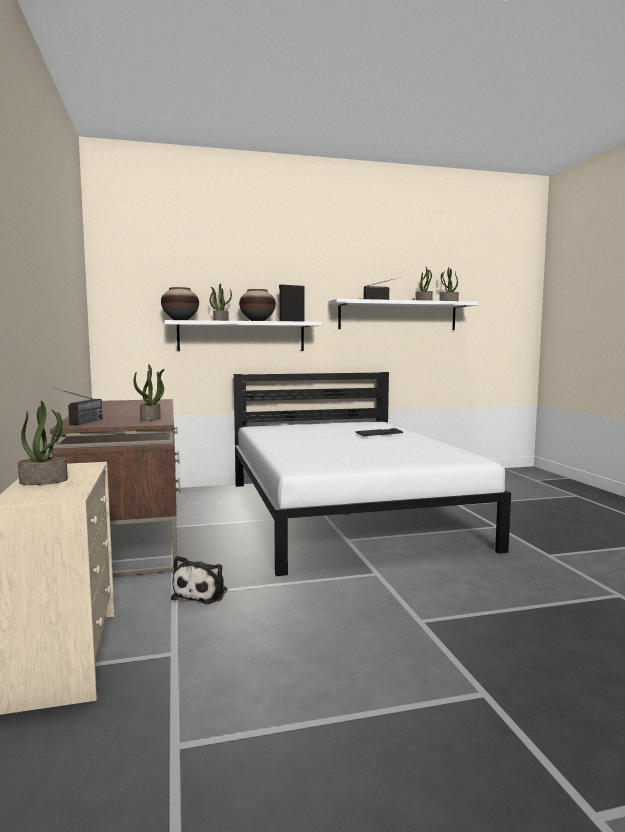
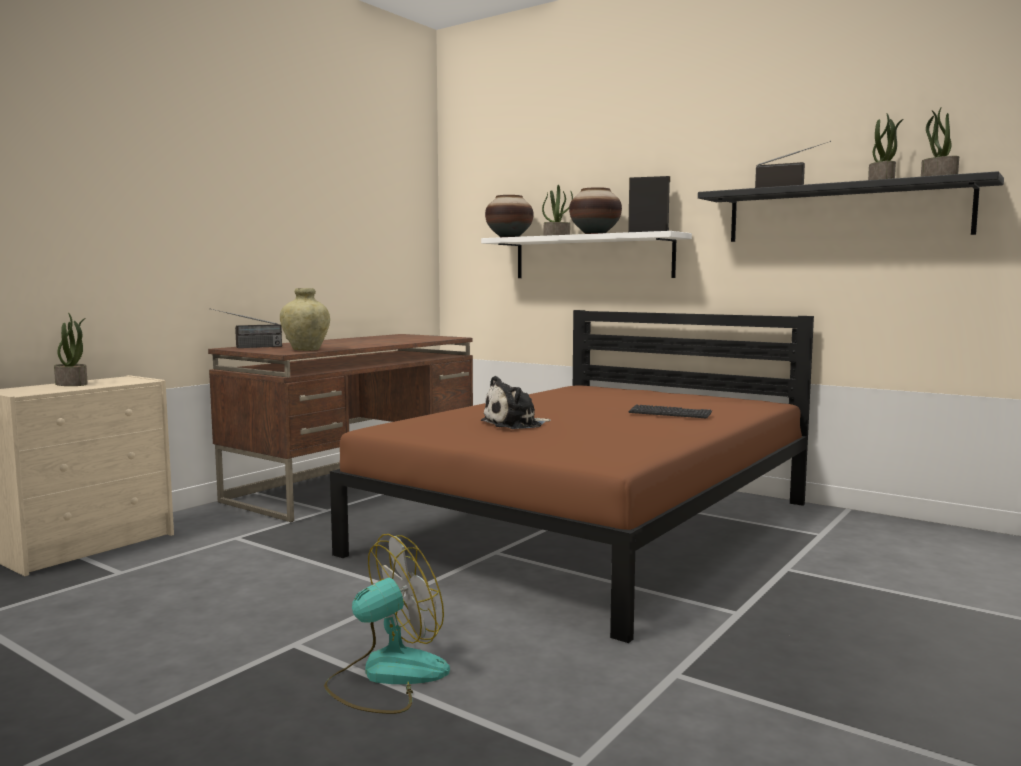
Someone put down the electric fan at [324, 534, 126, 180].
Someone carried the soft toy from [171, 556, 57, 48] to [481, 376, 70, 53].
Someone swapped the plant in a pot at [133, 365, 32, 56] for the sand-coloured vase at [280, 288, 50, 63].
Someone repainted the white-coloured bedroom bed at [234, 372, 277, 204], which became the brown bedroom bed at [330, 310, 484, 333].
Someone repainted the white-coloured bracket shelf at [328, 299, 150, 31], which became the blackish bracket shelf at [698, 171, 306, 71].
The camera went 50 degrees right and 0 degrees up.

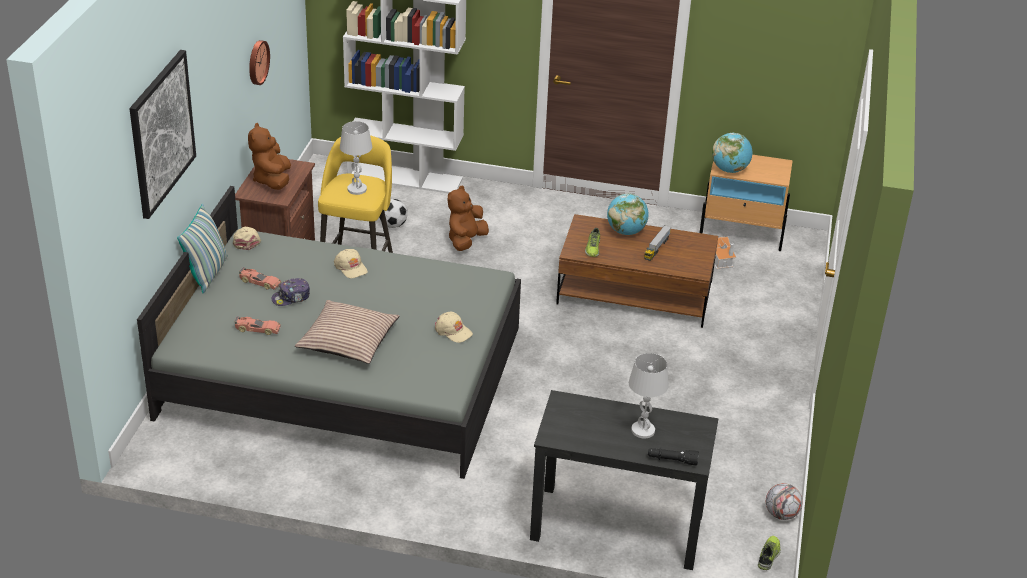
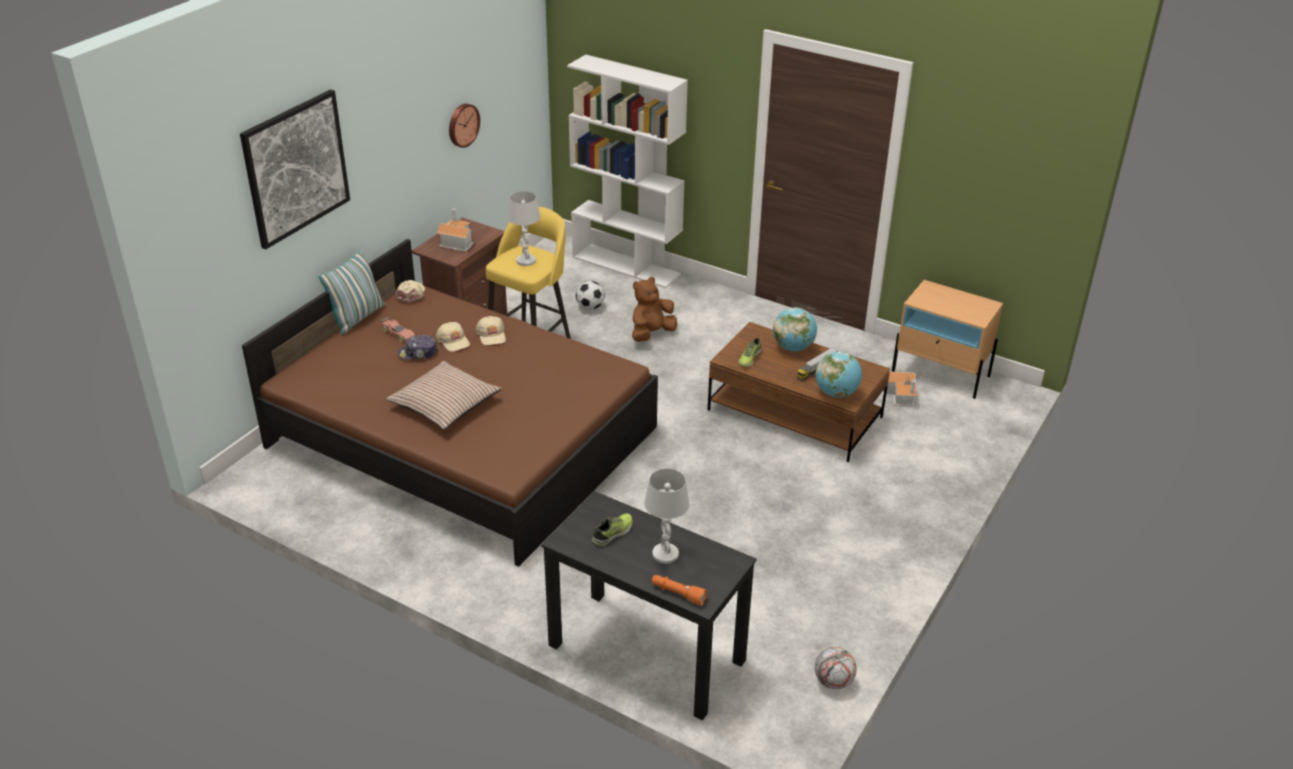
Someone took away the miniature car at [234, 316, 47, 19].
Someone carried the sand-coloured cap from [435, 311, 38, 32] to [436, 322, 34, 30].
Someone carried the desk globe from [712, 133, 41, 40] to [815, 352, 47, 46].
Someone carried the low shoe from [758, 536, 23, 34] to [592, 513, 41, 33].
Someone swapped the brown soft toy at [248, 123, 43, 67] for the toy house at [436, 208, 38, 44].
Someone repainted the grey bedroom bed at [137, 186, 384, 293], which became the brown bedroom bed at [242, 239, 416, 328].
Someone repainted the blackish flashlight at [648, 447, 51, 19], which became the orange flashlight at [652, 575, 55, 31].
The camera went 20 degrees right and 0 degrees up.

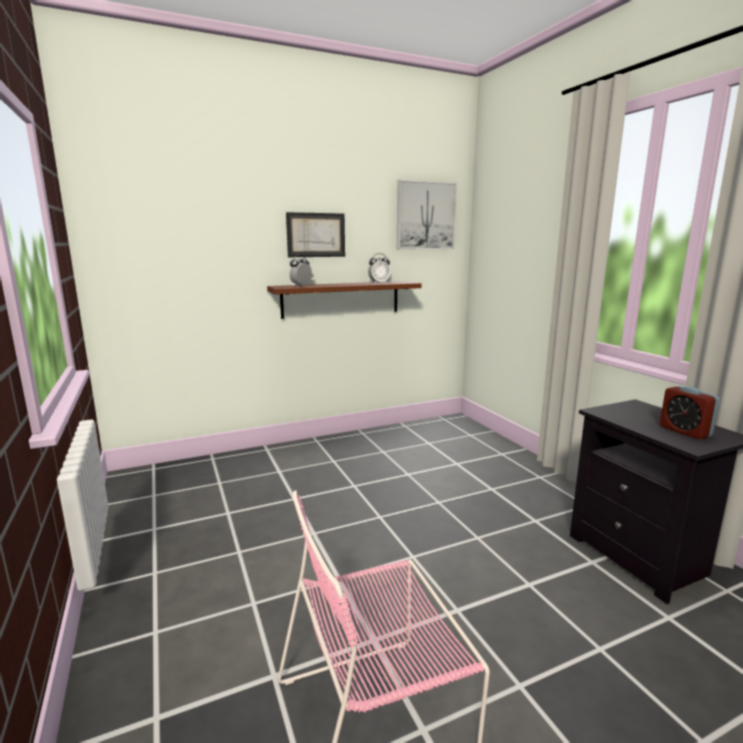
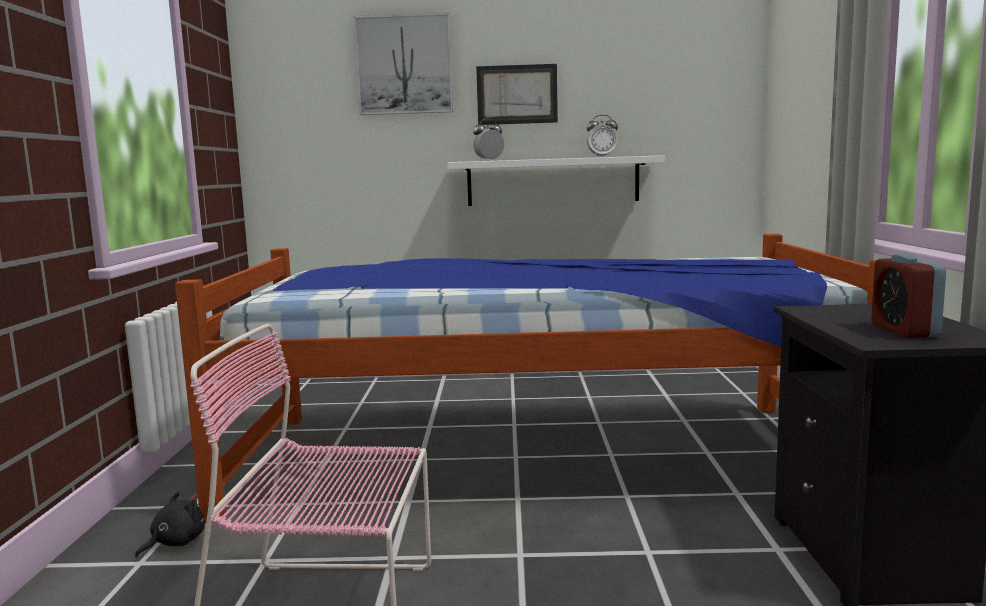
Someone put down the blackish soft toy at [135, 492, 70, 66].
Someone put down the bedroom bed at [175, 234, 701, 289].
Someone carried the wall art from [397, 180, 60, 70] to [353, 13, 100, 102].
Someone repainted the brown bracket shelf at [267, 281, 155, 38], which became the white-coloured bracket shelf at [447, 155, 218, 51].
The camera went 25 degrees right and 5 degrees down.

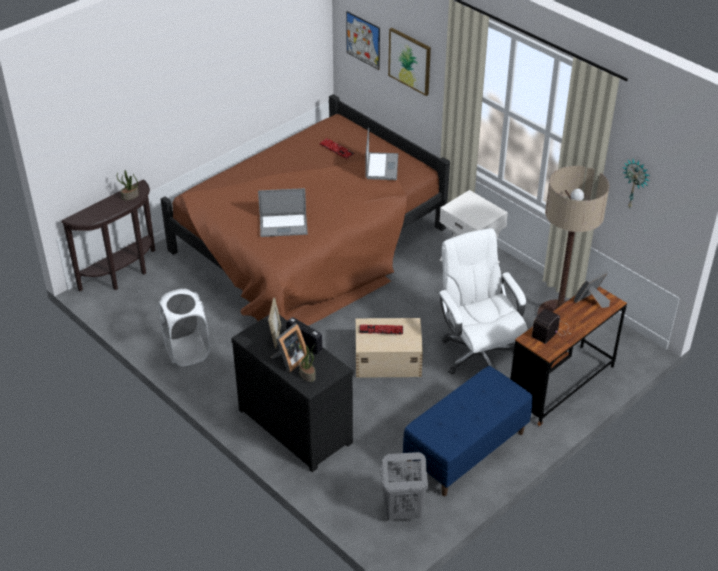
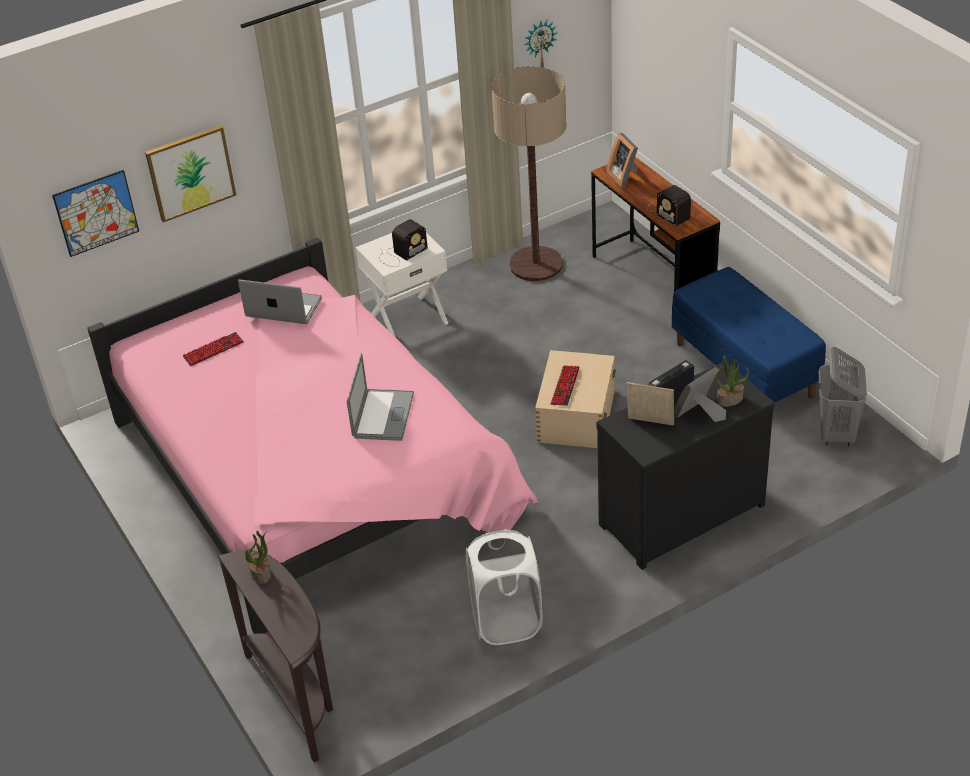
Someone took away the white-coloured office chair at [437, 228, 91, 147].
Someone put down the radio set at [379, 219, 49, 48].
Someone repainted the brown bedroom bed at [160, 94, 290, 232], which became the pink bedroom bed at [87, 237, 451, 397].
Someone rotated the photo frame at [271, 323, 36, 49] by 90 degrees counterclockwise.
The camera went 75 degrees left and 0 degrees up.

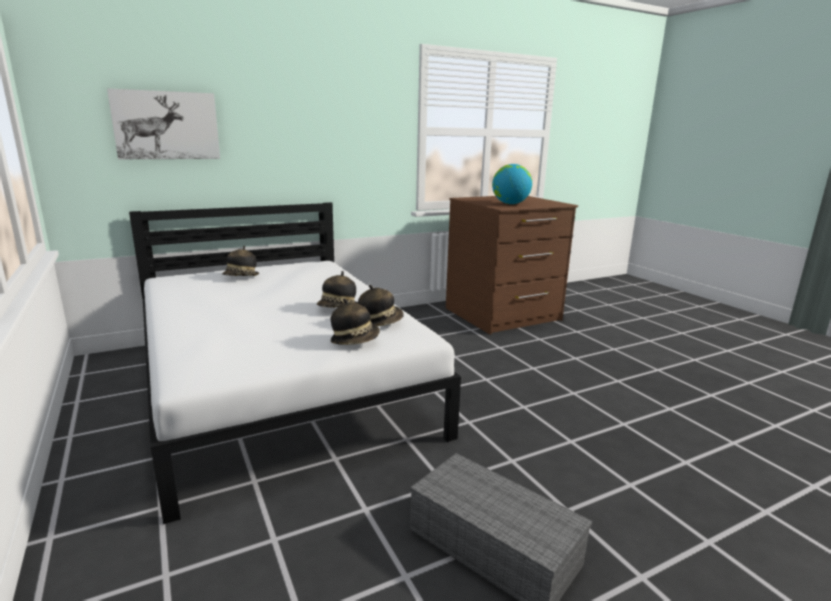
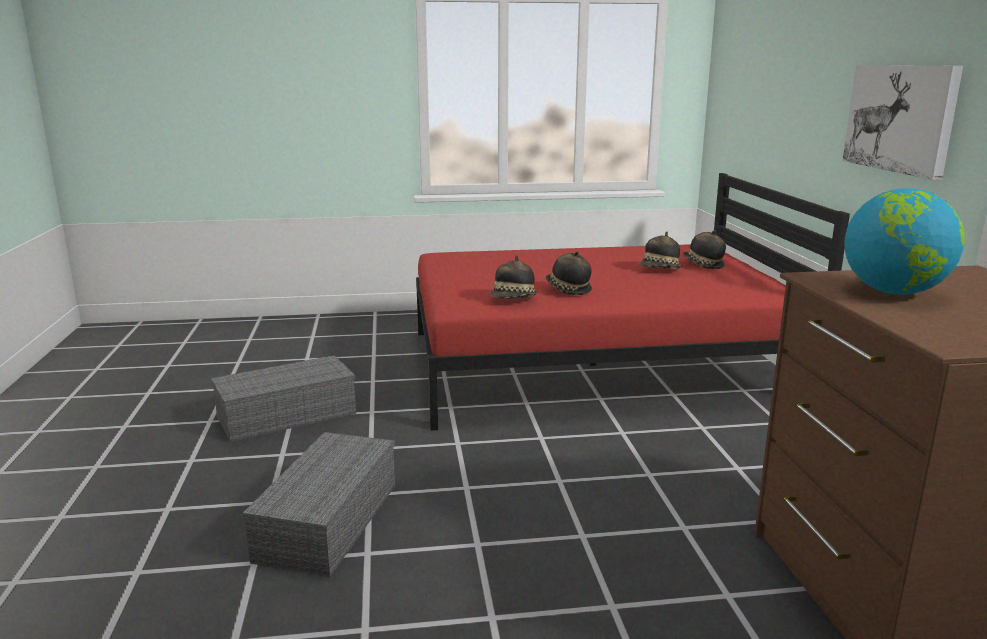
Someone put down the grey storage bin at [243, 432, 152, 145].
Someone carried the wall art from [107, 88, 113, 71] to [842, 65, 121, 115].
Someone carried the wearable hat from [331, 298, 49, 47] to [639, 231, 43, 38].
Someone repainted the white-coloured bedroom bed at [129, 202, 332, 322], which became the red bedroom bed at [416, 173, 434, 258].
The camera went 110 degrees right and 0 degrees up.

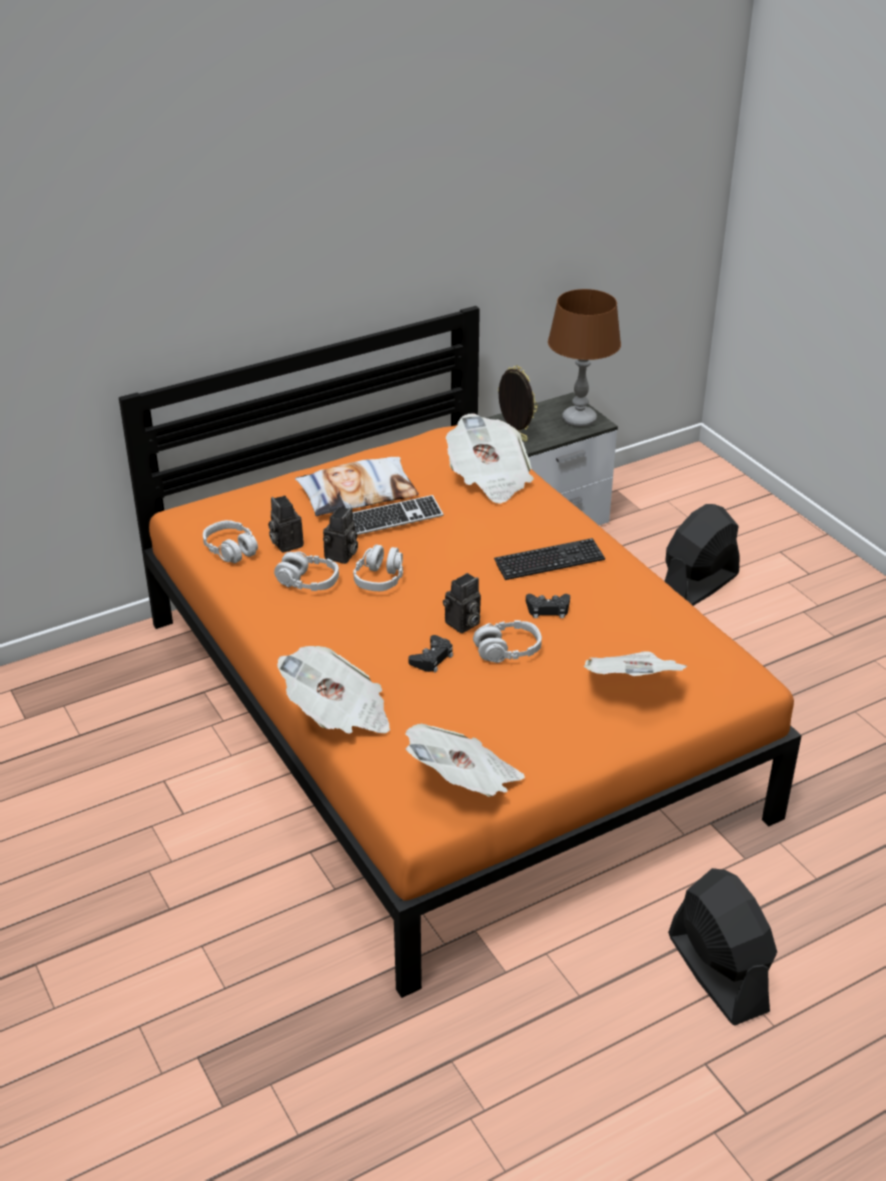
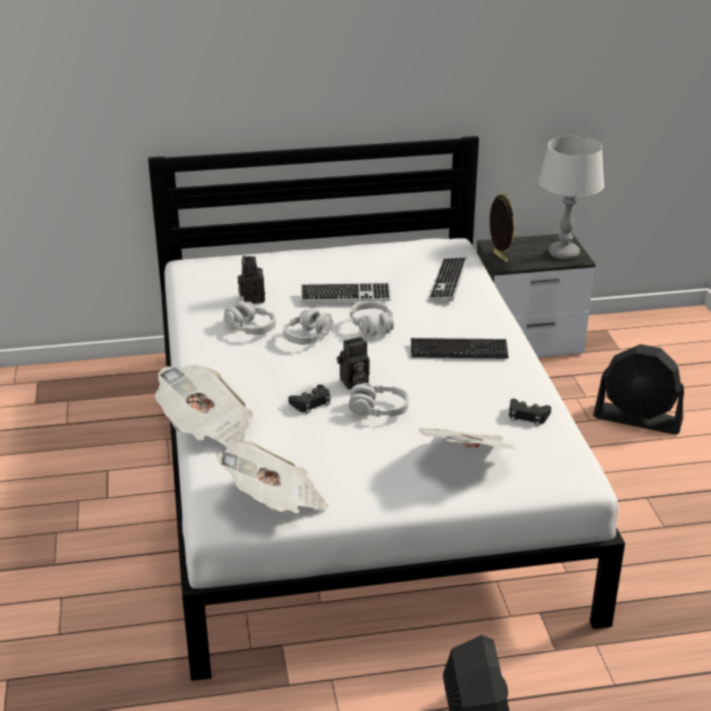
Someone took away the throw pillow at [295, 457, 124, 59].
Someone took away the still camera at [323, 507, 35, 57].
Someone carried the grey headset from [203, 520, 55, 43] to [350, 301, 44, 36].
Someone carried the blackish gamepad from [526, 594, 44, 24] to [509, 399, 42, 27].
Someone swapped the printed paper at [446, 413, 88, 91] for the computer keyboard at [428, 258, 40, 43].
Someone repainted the orange bedroom bed at [119, 306, 683, 692], which became the white-coloured bedroom bed at [148, 136, 477, 545].
Someone repainted the brown lamp for a table at [548, 289, 73, 138], which became the grey lamp for a table at [538, 136, 66, 124].
Someone rotated the blackish electric fan at [665, 504, 75, 102] by 135 degrees counterclockwise.
The camera went 20 degrees right and 5 degrees down.

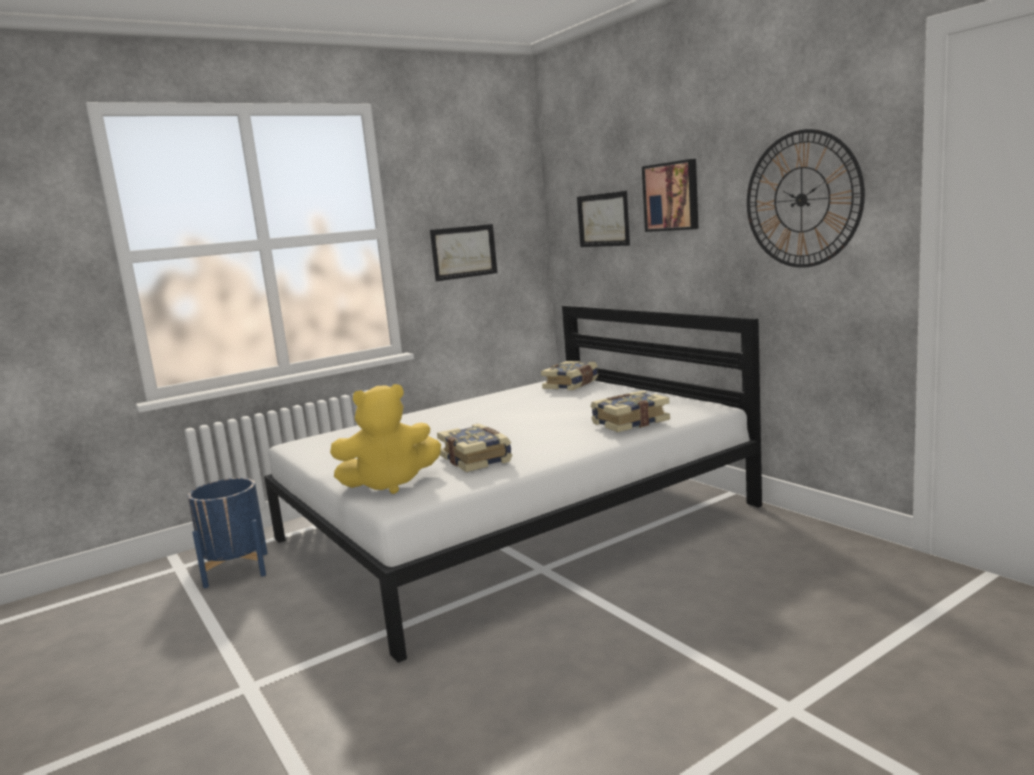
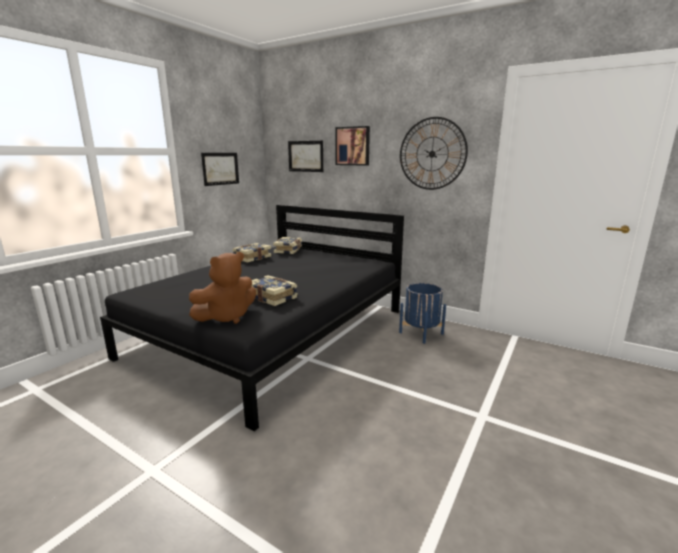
Someone carried the blue-coloured flower pot from [188, 478, 80, 110] to [399, 283, 47, 61].
Someone carried the volume from [591, 391, 79, 41] to [232, 243, 40, 20].
Someone repainted the white-coloured bedroom bed at [264, 305, 498, 358], which became the blackish bedroom bed at [100, 205, 304, 226].
Someone repainted the yellowish soft toy at [330, 384, 111, 110], which became the brown soft toy at [189, 252, 67, 72].
The camera went 25 degrees left and 5 degrees up.

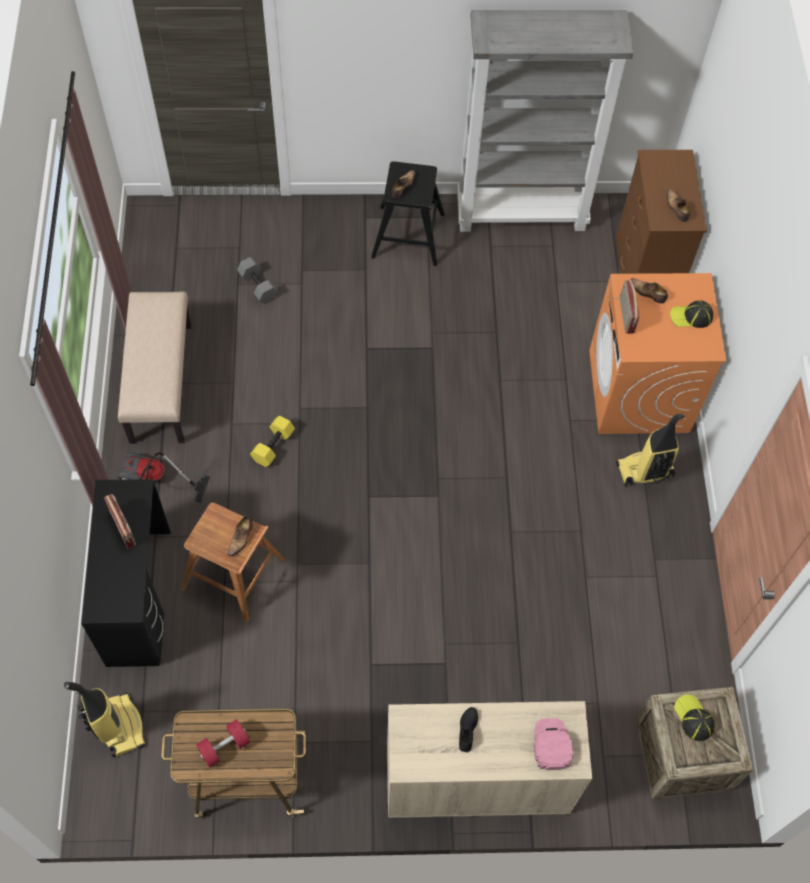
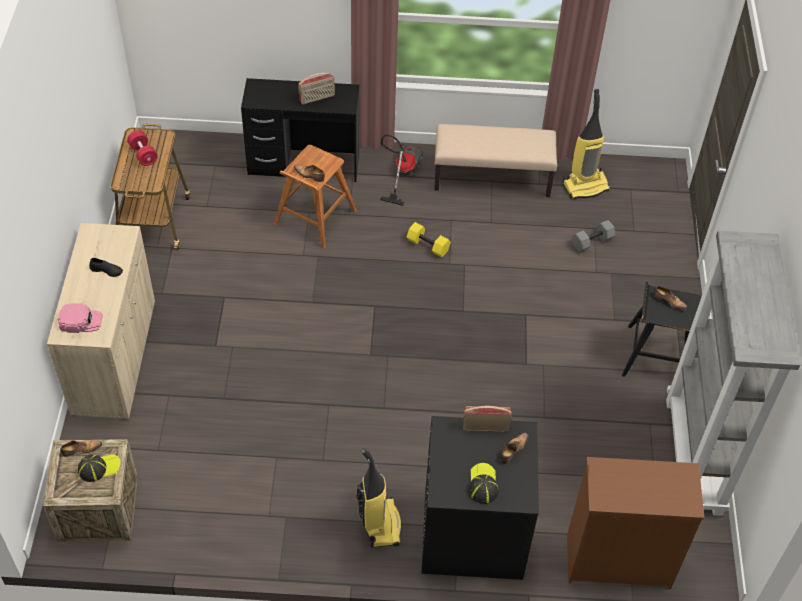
Someone carried the vacuum from [64, 682, 82, 76] to [563, 89, 47, 110].
Someone carried the low shoe from [667, 189, 23, 33] to [60, 440, 42, 17].
Someone repainted the orange washing machine at [589, 273, 137, 161], which became the blackish washing machine at [421, 416, 118, 164].
The camera went 95 degrees right and 10 degrees down.

